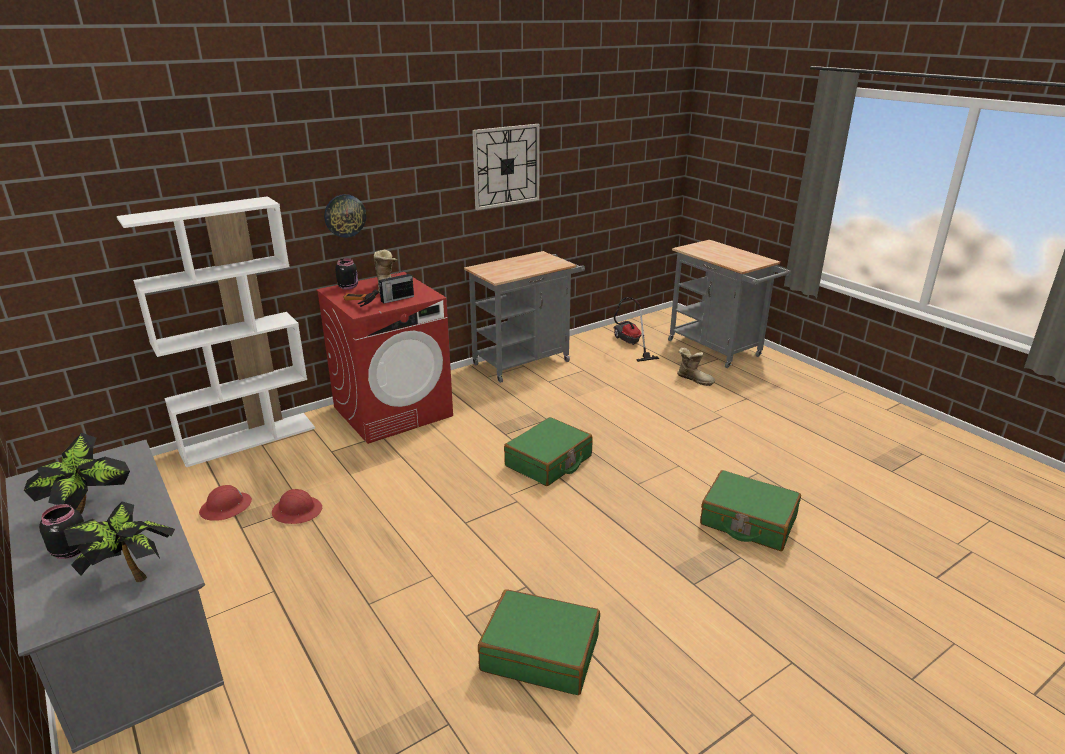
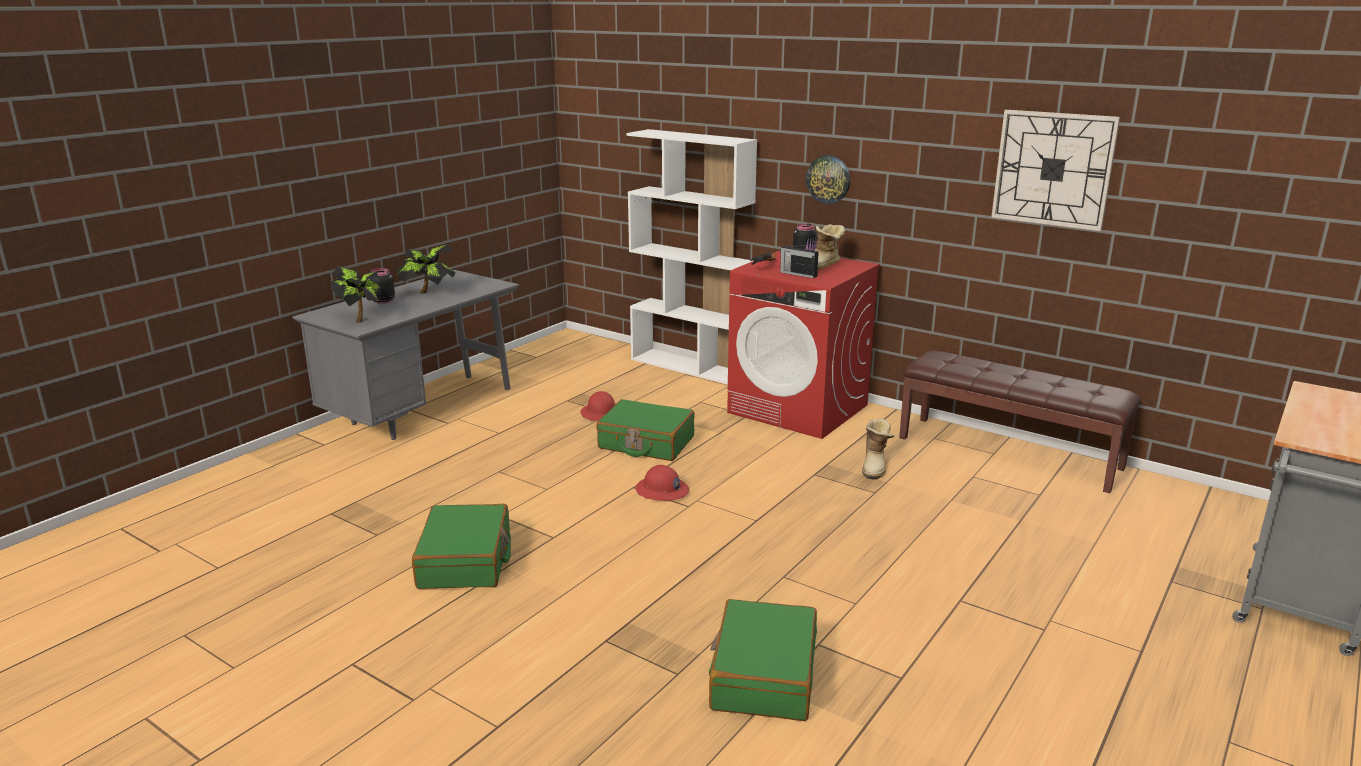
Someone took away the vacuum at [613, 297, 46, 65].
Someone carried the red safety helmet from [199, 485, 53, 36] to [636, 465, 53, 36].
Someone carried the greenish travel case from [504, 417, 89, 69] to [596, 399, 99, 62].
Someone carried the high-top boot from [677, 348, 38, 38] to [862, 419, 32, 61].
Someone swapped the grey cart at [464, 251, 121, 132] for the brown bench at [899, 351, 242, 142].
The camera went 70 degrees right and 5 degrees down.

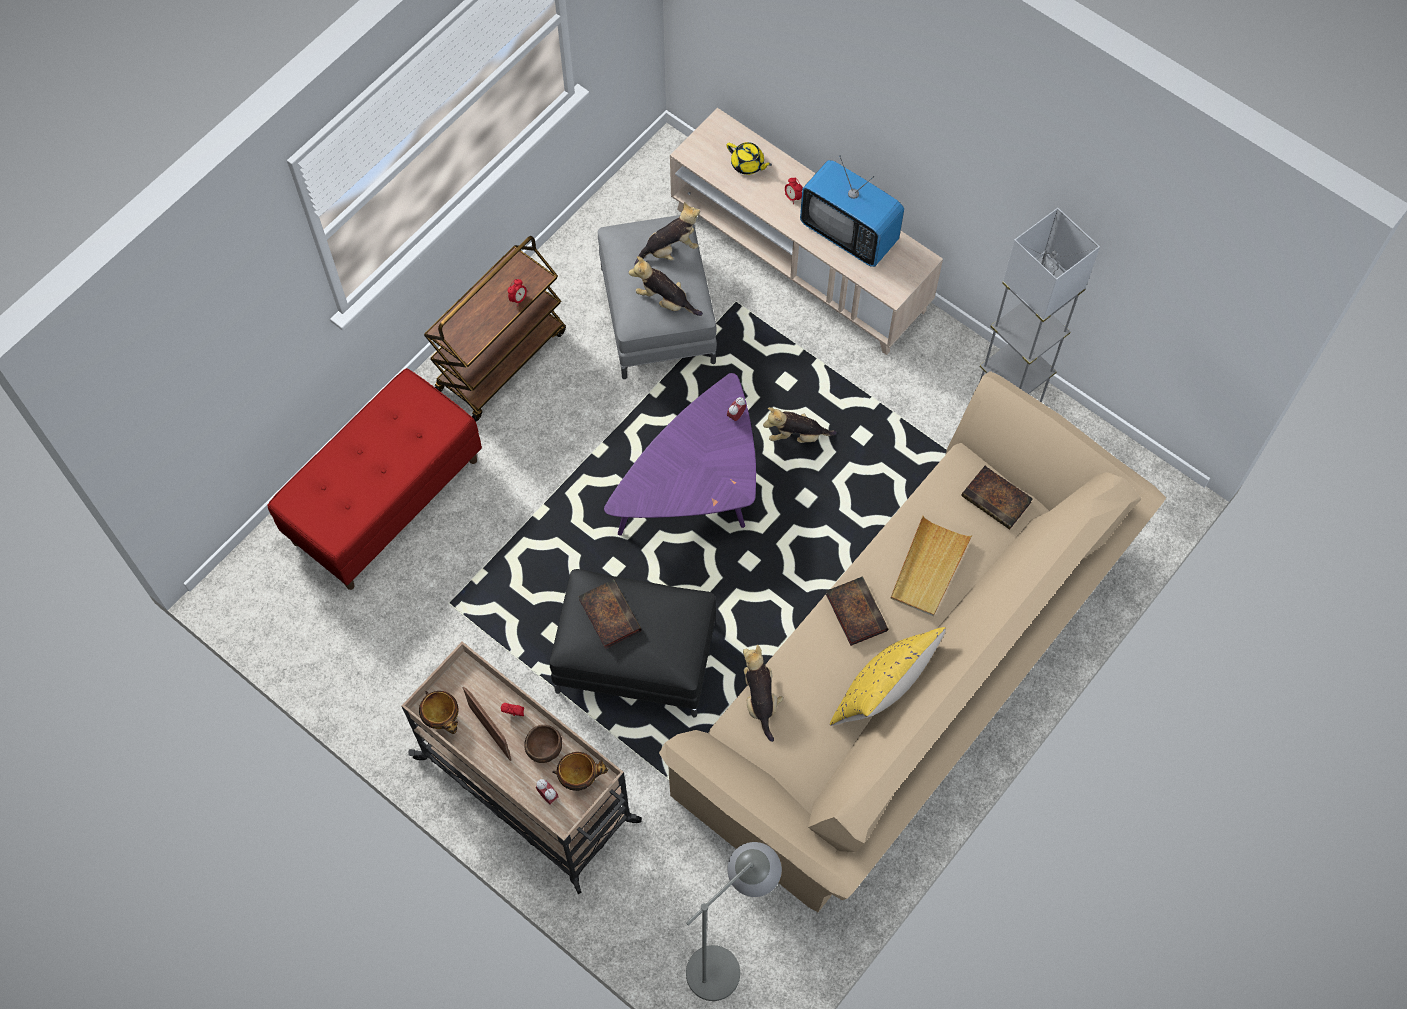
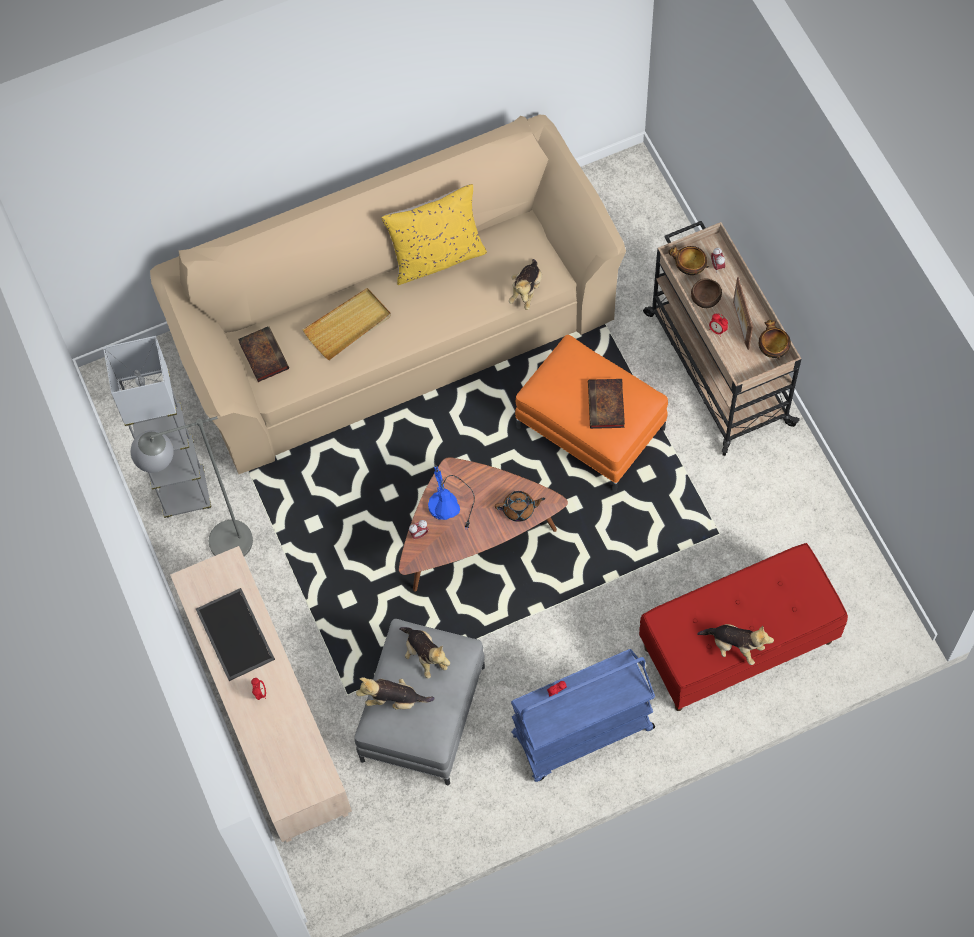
Someone took away the yellowish teapot at [726, 142, 46, 33].
Someone took away the volume at [826, 577, 62, 69].
Someone put down the blue-coloured lamp for a table at [428, 464, 47, 65].
Someone put down the brown teapot at [495, 491, 51, 31].
Someone carried the grey floor lamp from [686, 842, 96, 159] to [131, 416, 122, 140].
Someone carried the soft toy from [763, 407, 74, 36] to [697, 624, 77, 41].
Someone swapped the television at [800, 155, 104, 112] for the serving tray at [196, 588, 79, 93].
Someone repainted the brown cart at [424, 236, 142, 186], which became the blue-coloured cart at [511, 649, 144, 133].
Someone repainted the blackish footrest at [550, 569, 166, 148], which became the orange footrest at [515, 335, 153, 157].
Someone repainted the purplish low table at [604, 373, 152, 163], which became the brown low table at [399, 457, 169, 135].
The camera went 150 degrees left and 0 degrees up.

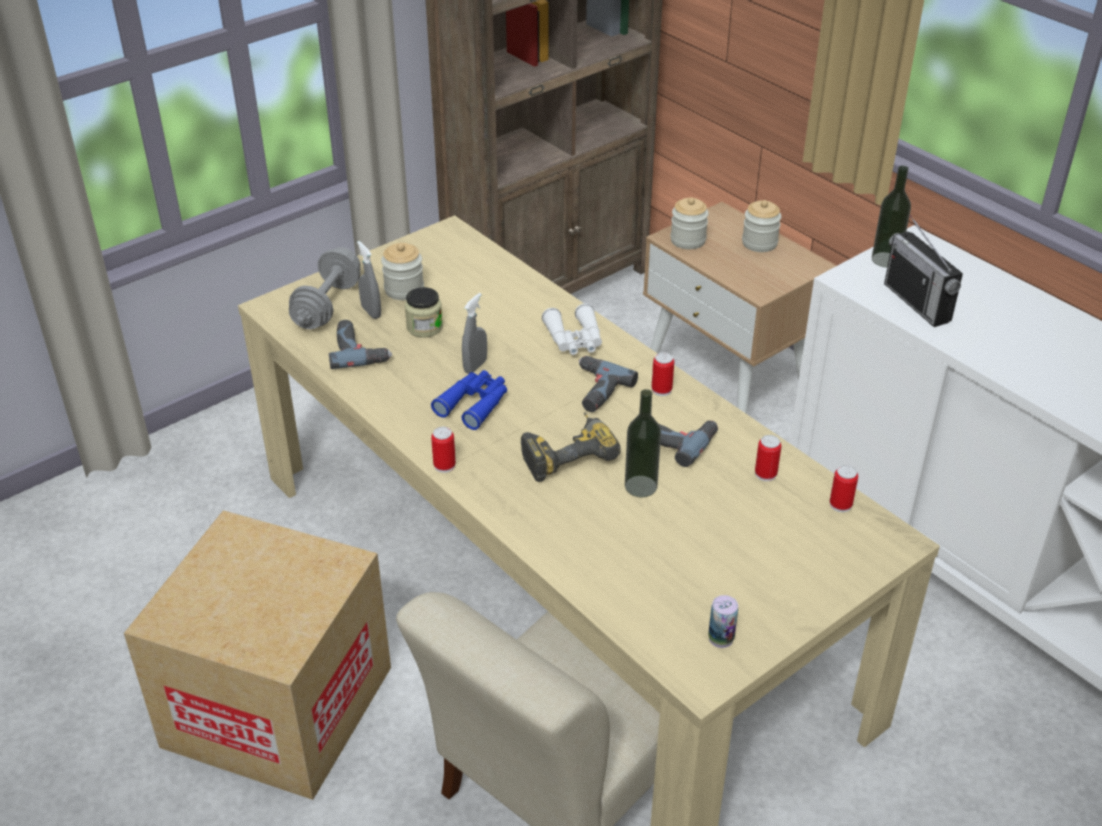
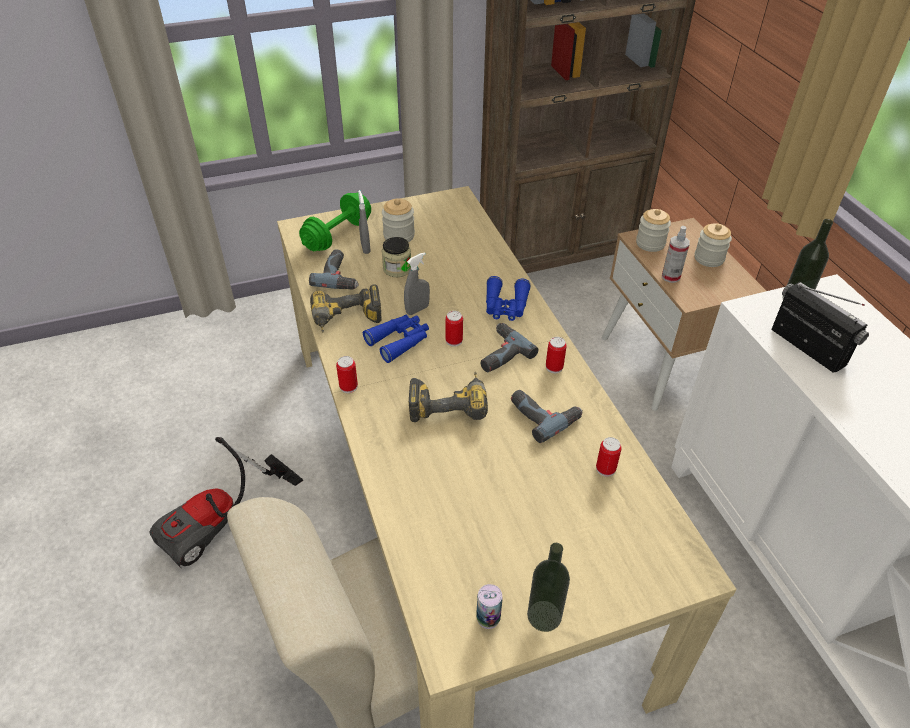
Someone put down the electric drill at [310, 284, 72, 49].
Someone put down the sprayer at [662, 226, 28, 57].
Someone carried the bottle from [625, 389, 36, 108] to [527, 543, 43, 89].
Someone carried the sealed can from [830, 465, 28, 47] to [445, 311, 18, 36].
Someone swapped the cardboard box at [124, 510, 267, 290] for the vacuum at [149, 437, 154, 131].
Someone repainted the grey free weight at [289, 247, 72, 82], which became the greenish free weight at [299, 193, 72, 58].
Someone repainted the white-coloured pair of binoculars at [542, 303, 60, 52], which became the blue-coloured pair of binoculars at [486, 276, 45, 45].
Someone rotated the radio set at [884, 215, 79, 112] by 150 degrees clockwise.
The camera went 20 degrees right and 5 degrees up.

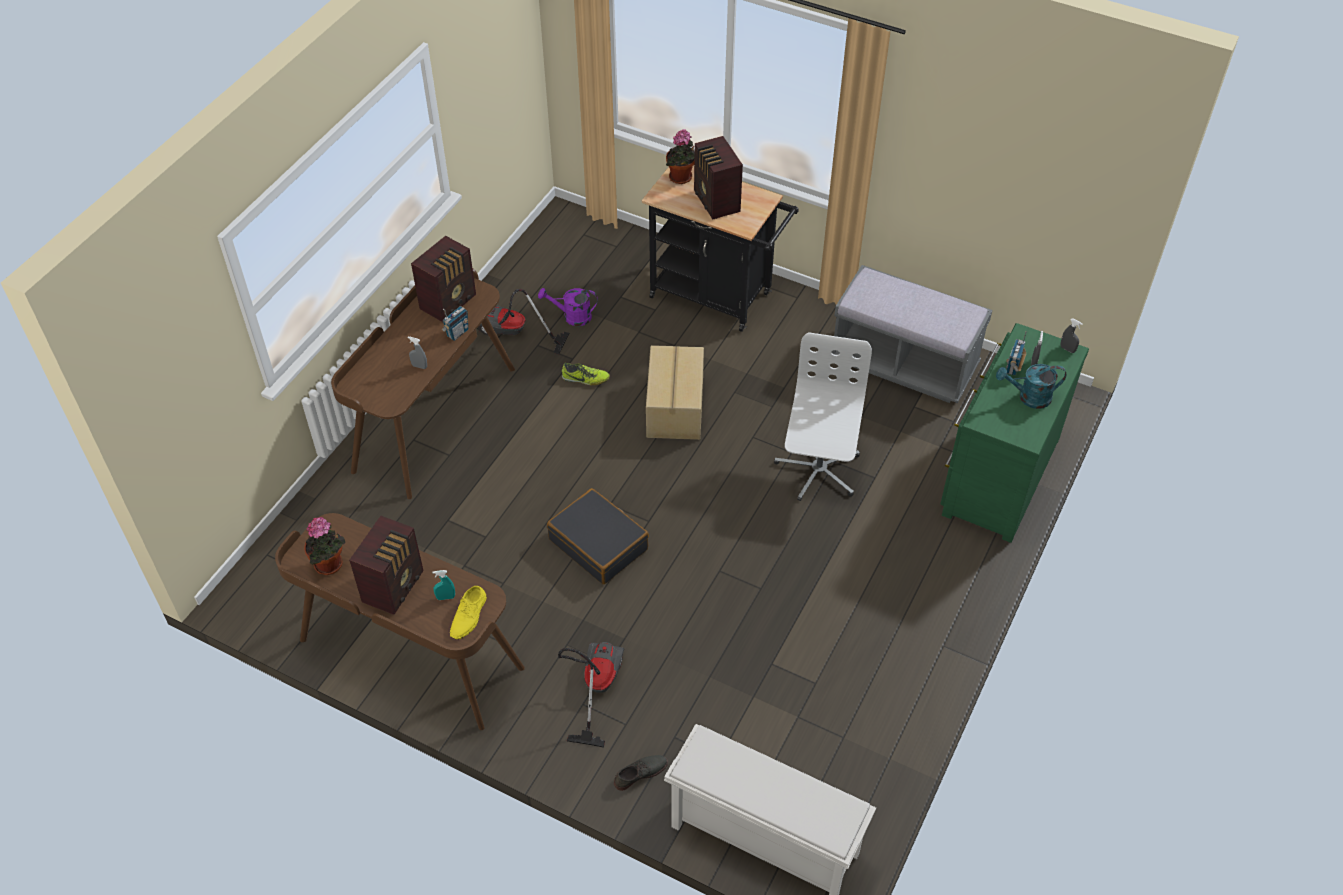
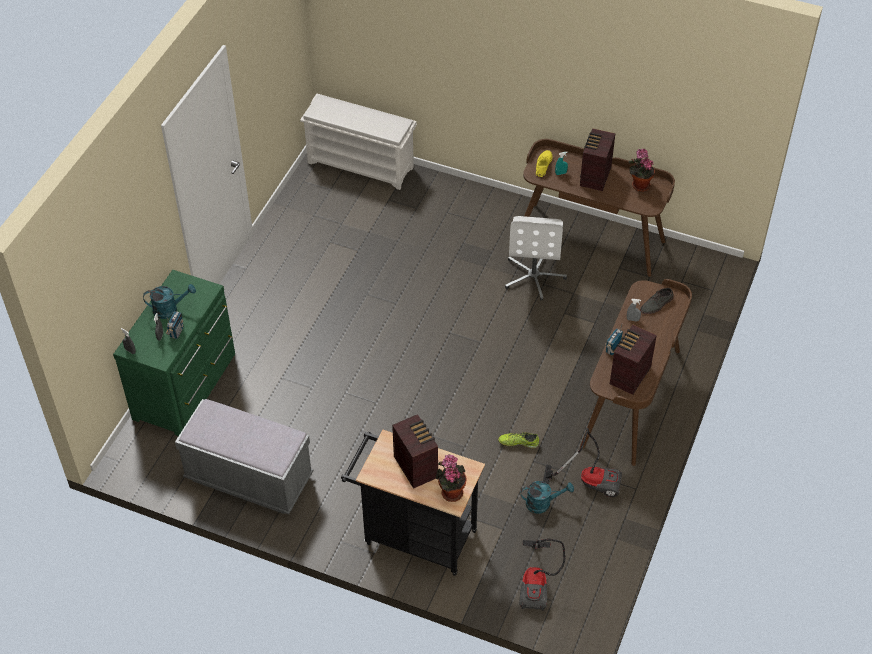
Someone took away the blackish travel case at [547, 488, 102, 96].
Someone took away the cardboard box at [646, 345, 58, 95].
Someone carried the vacuum from [558, 642, 66, 106] to [519, 539, 46, 72].
Someone carried the grey low shoe from [614, 755, 54, 36] to [640, 288, 34, 26].
Someone carried the white-coloured office chair from [774, 332, 98, 169] to [505, 216, 62, 84].
Someone repainted the purplish watering can at [538, 288, 60, 38], which became the turquoise-coloured watering can at [521, 481, 53, 33].
The camera went 175 degrees right and 0 degrees up.

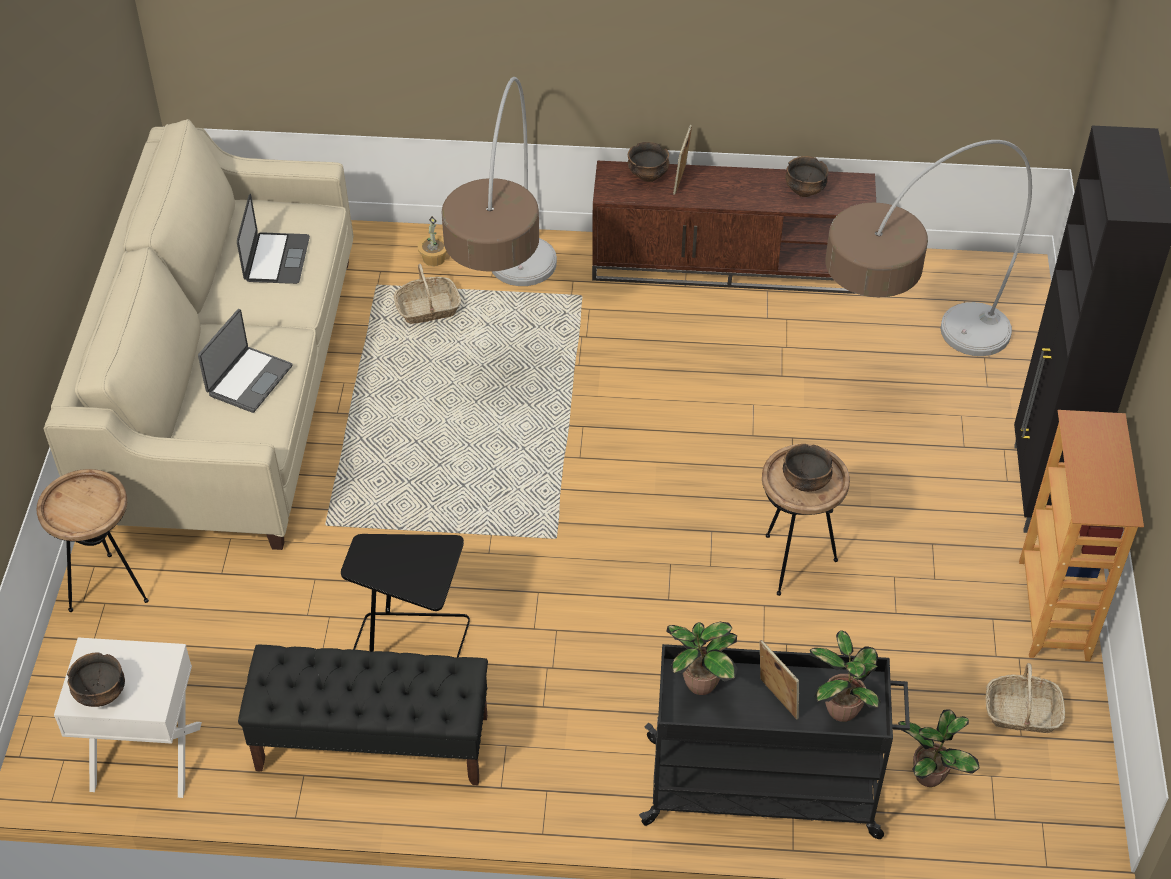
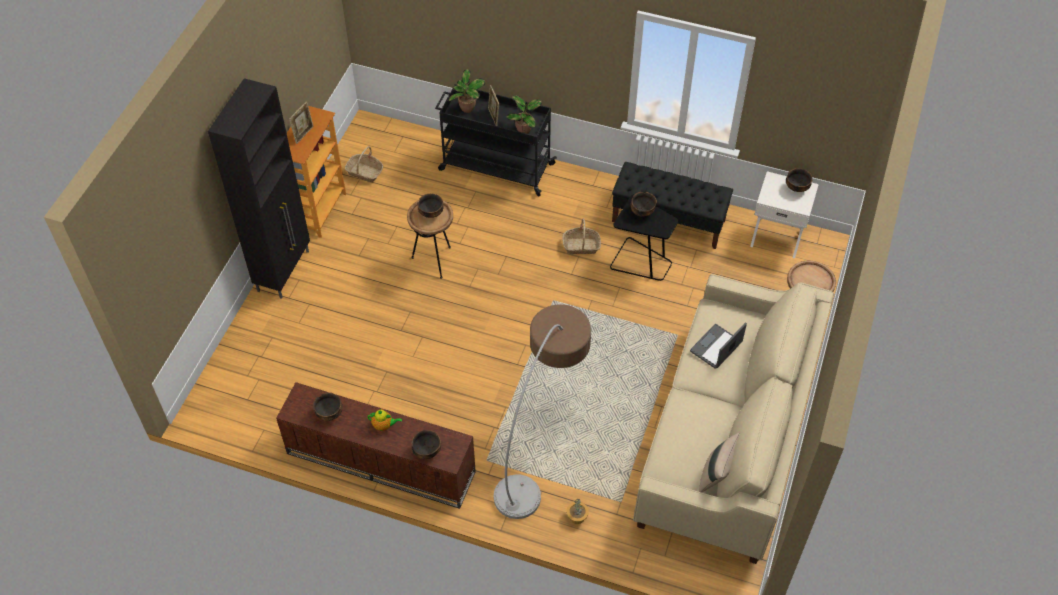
Someone took away the notebook computer at [237, 194, 73, 90].
Someone took away the floor lamp at [825, 140, 207, 216].
Someone took away the plant in a pot at [898, 709, 81, 78].
Someone put down the teapot at [367, 409, 35, 22].
Someone put down the deep dish at [630, 192, 27, 25].
Someone put down the sand-coloured throw pillow at [699, 433, 41, 60].
Someone carried the storage basket from [394, 264, 67, 60] to [562, 219, 39, 35].
Someone carried the photo frame from [673, 125, 19, 70] to [289, 101, 25, 43].
The camera went 165 degrees left and 5 degrees up.

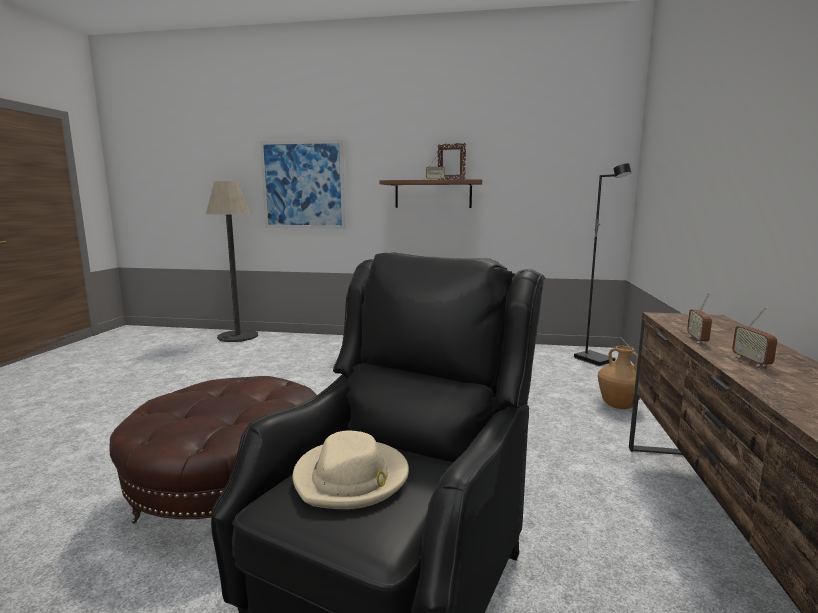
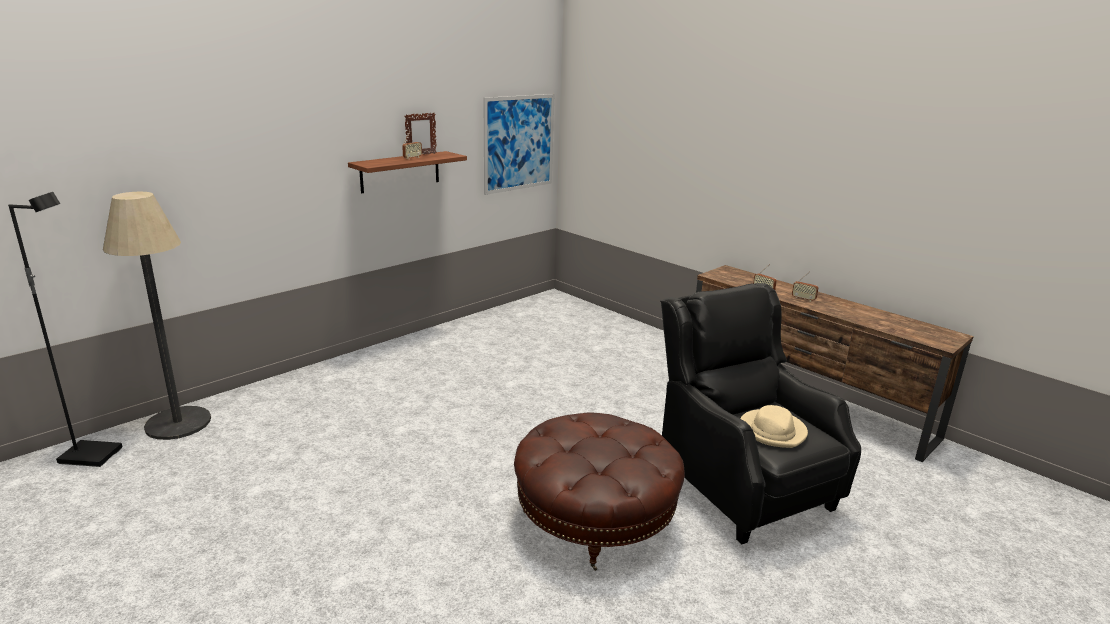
Someone took away the brown vase at [598, 346, 42, 63].
Someone carried the wall art from [260, 140, 85, 89] to [483, 94, 71, 101].
Someone carried the blackish floor lamp from [574, 163, 58, 203] to [8, 192, 115, 275].
The camera went 55 degrees left and 10 degrees up.

